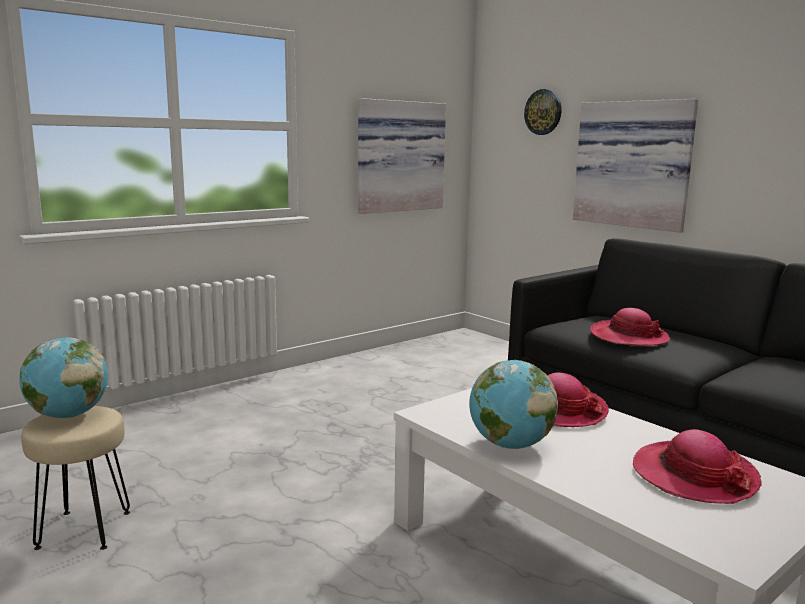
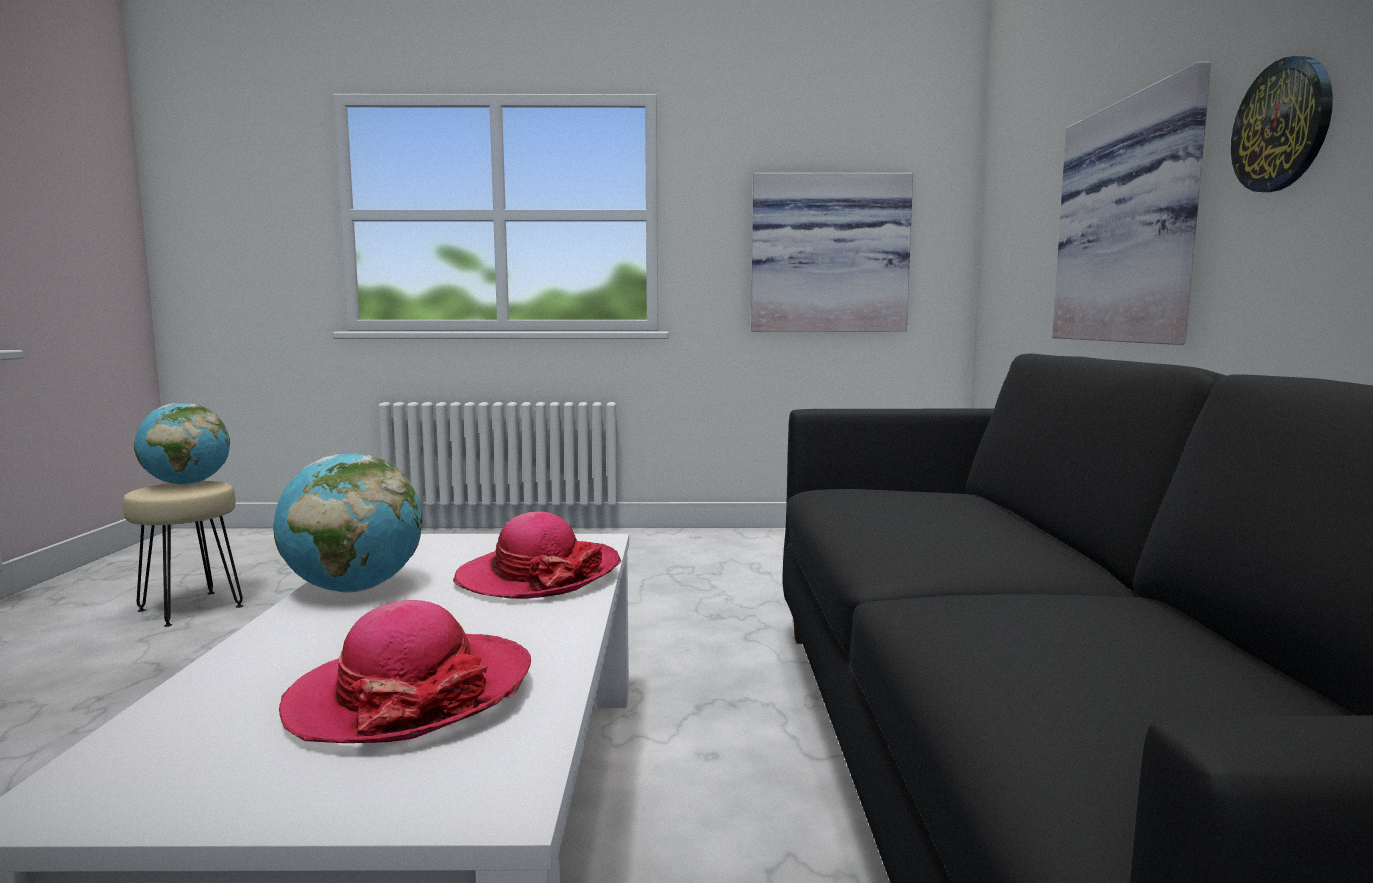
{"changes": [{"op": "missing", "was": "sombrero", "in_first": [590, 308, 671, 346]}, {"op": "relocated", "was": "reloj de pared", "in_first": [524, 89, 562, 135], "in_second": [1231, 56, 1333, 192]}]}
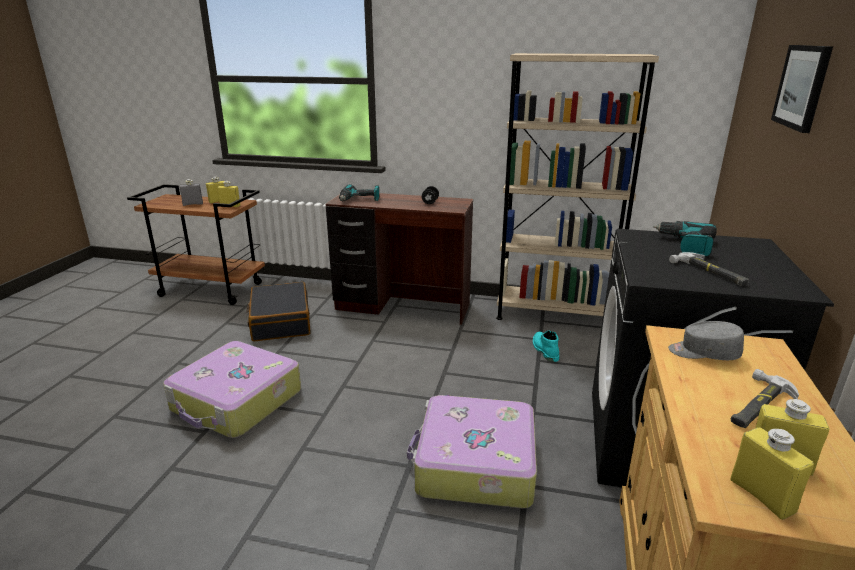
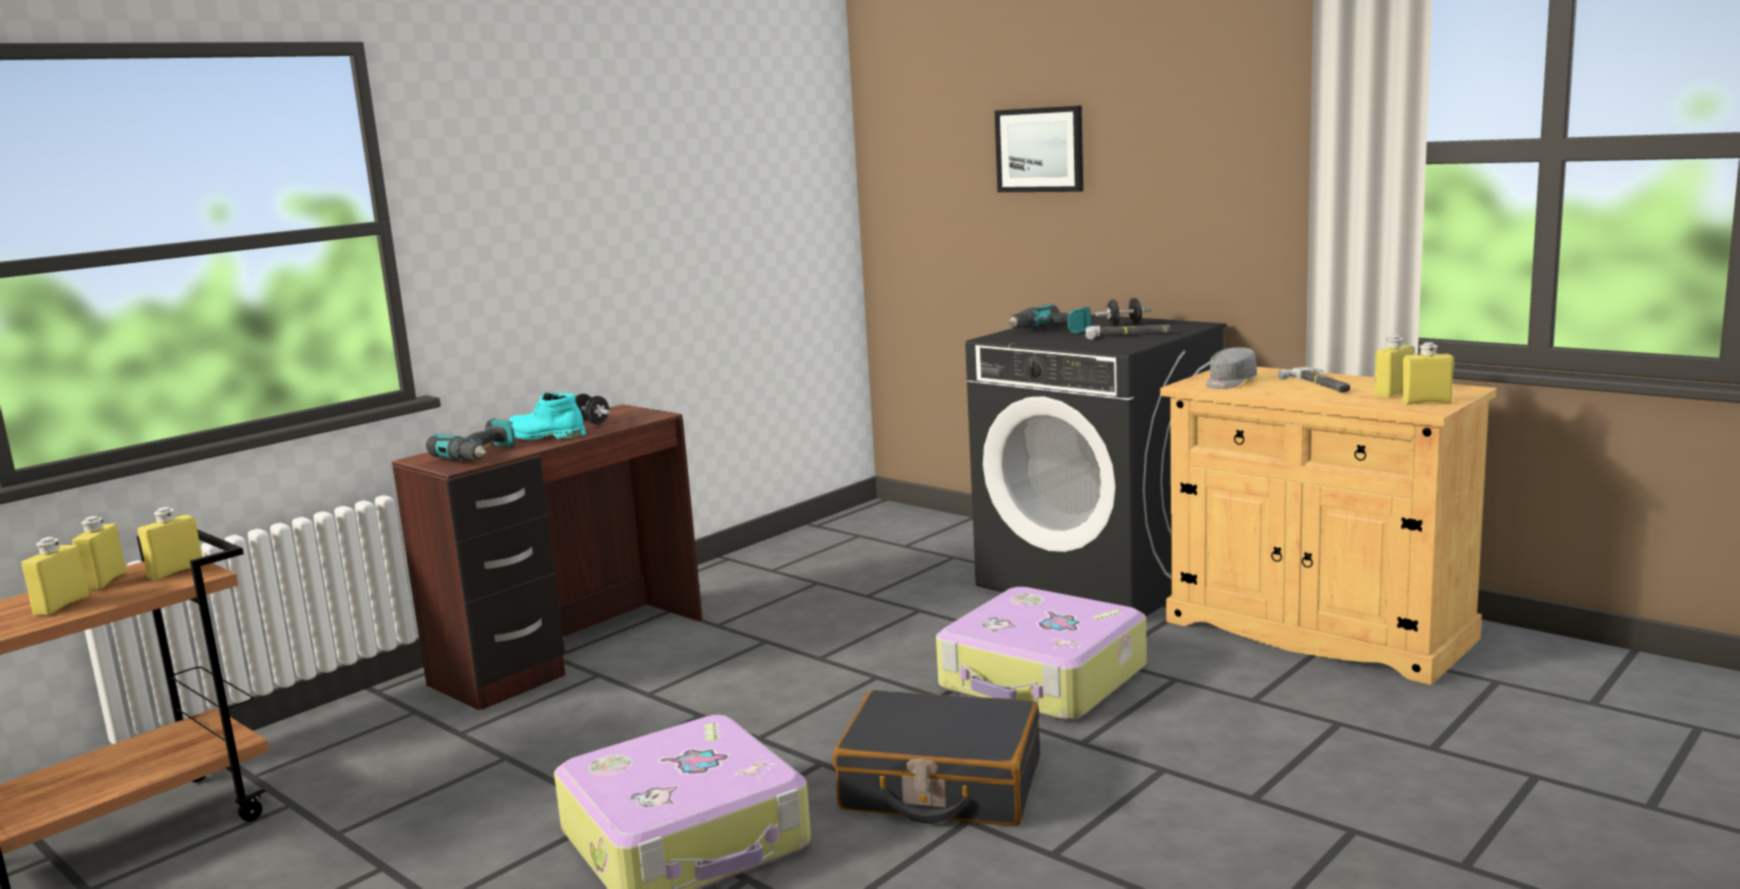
{"changes": [{"op": "missing", "was": "estantería [beis]", "in_first": [496, 53, 659, 320]}, {"op": "appeared", "now": "mancuerna [negro]", "in_second": [1096, 298, 1152, 326]}, {"op": "relocated", "was": "maleta [negro]", "in_first": [246, 282, 311, 342], "in_second": [833, 690, 1040, 826]}, {"op": "relocated", "was": "bota [turquesa]", "in_first": [533, 331, 559, 362], "in_second": [508, 393, 586, 440]}, {"op": "colour", "was": "botella [gris]", "now": "botella [amarillo]", "in_first": [179, 179, 203, 206], "in_second": [21, 537, 89, 616]}]}
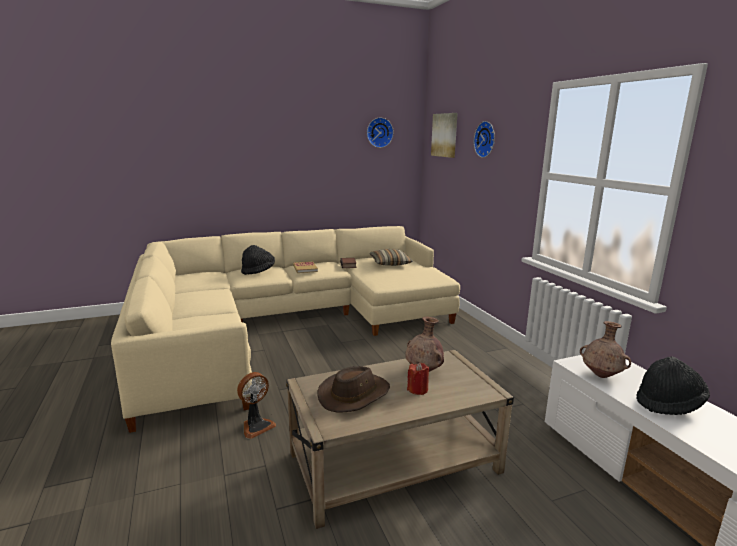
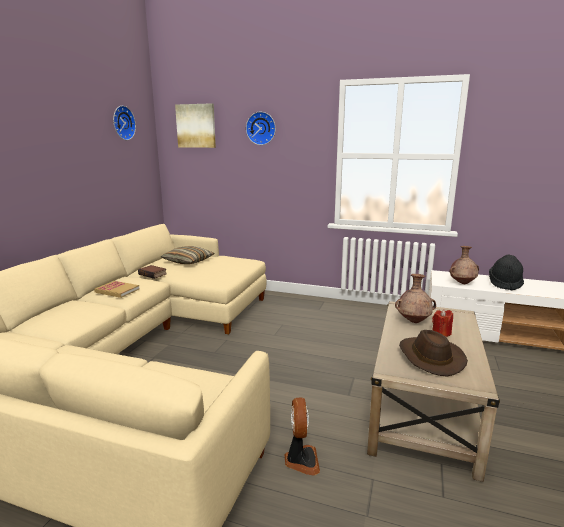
{"changes": [{"op": "missing", "was": "sombrero [negro]", "in_first": [241, 245, 275, 275]}]}
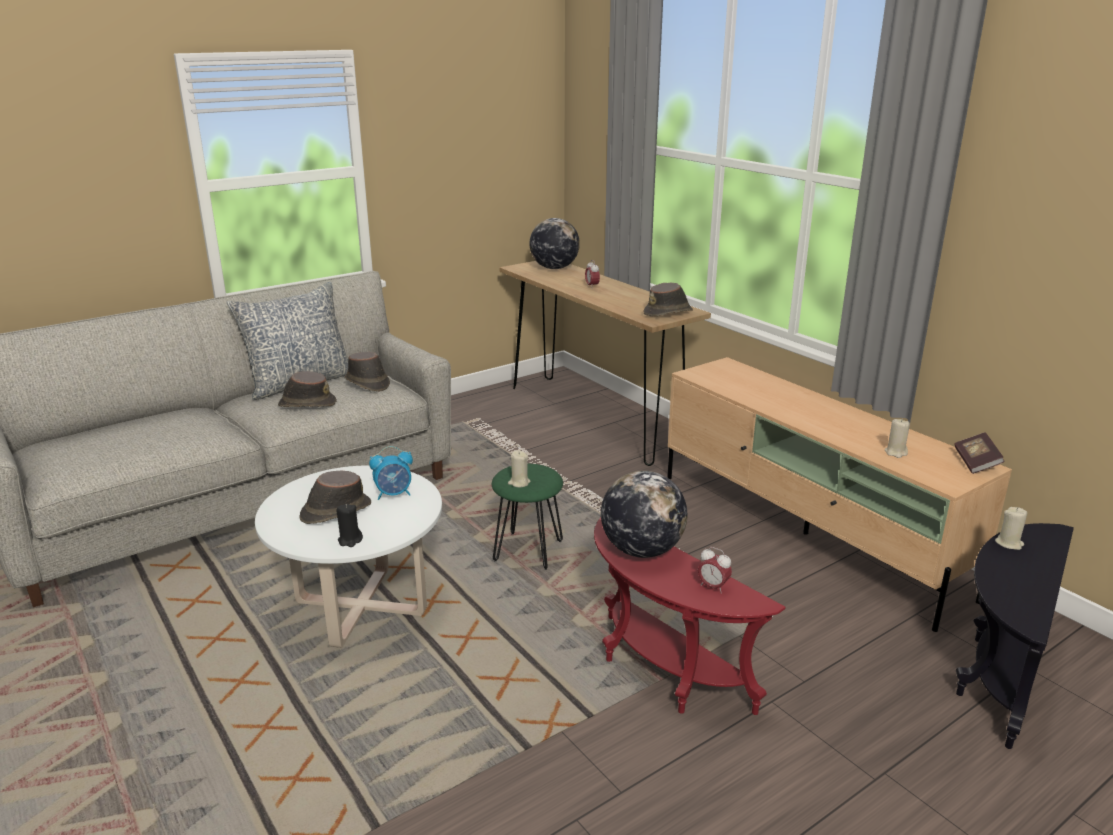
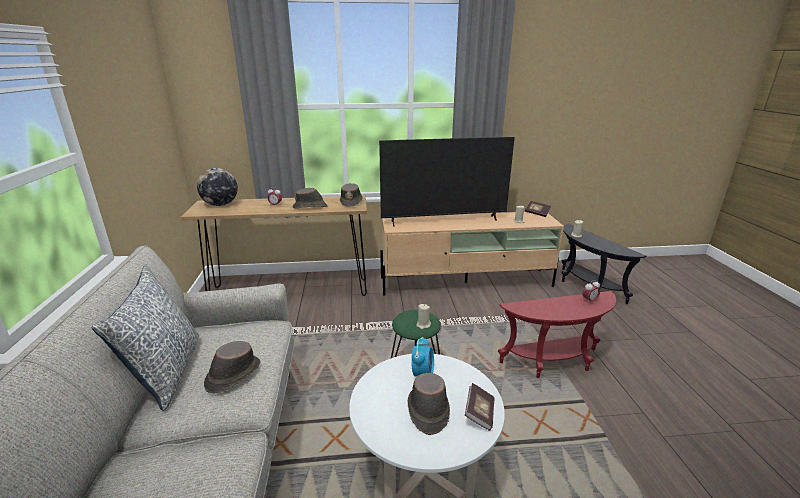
{"changes": [{"op": "missing", "was": "globo terráqueo", "in_first": [601, 471, 687, 558]}, {"op": "appeared", "now": "televisor", "in_second": [379, 137, 515, 227]}, {"op": "relocated", "was": "sombrero [marrón]", "in_first": [344, 352, 390, 392], "in_second": [292, 188, 328, 209]}, {"op": "exchanged", "was": "vela [negro]", "now": "libro", "in_first": [336, 504, 363, 547], "in_second": [465, 383, 495, 431]}]}
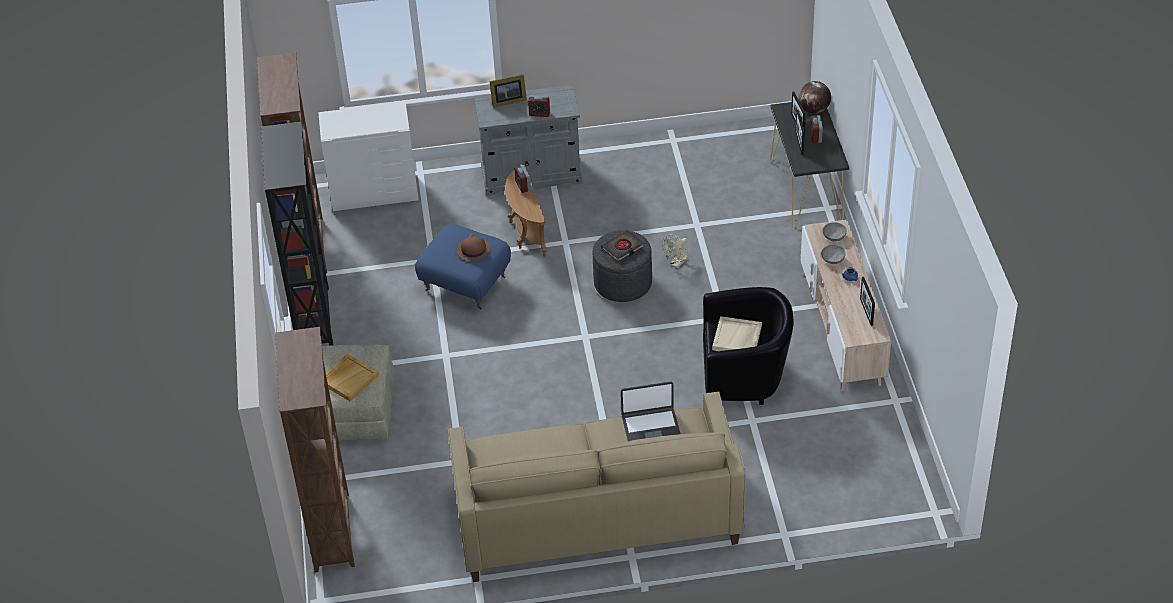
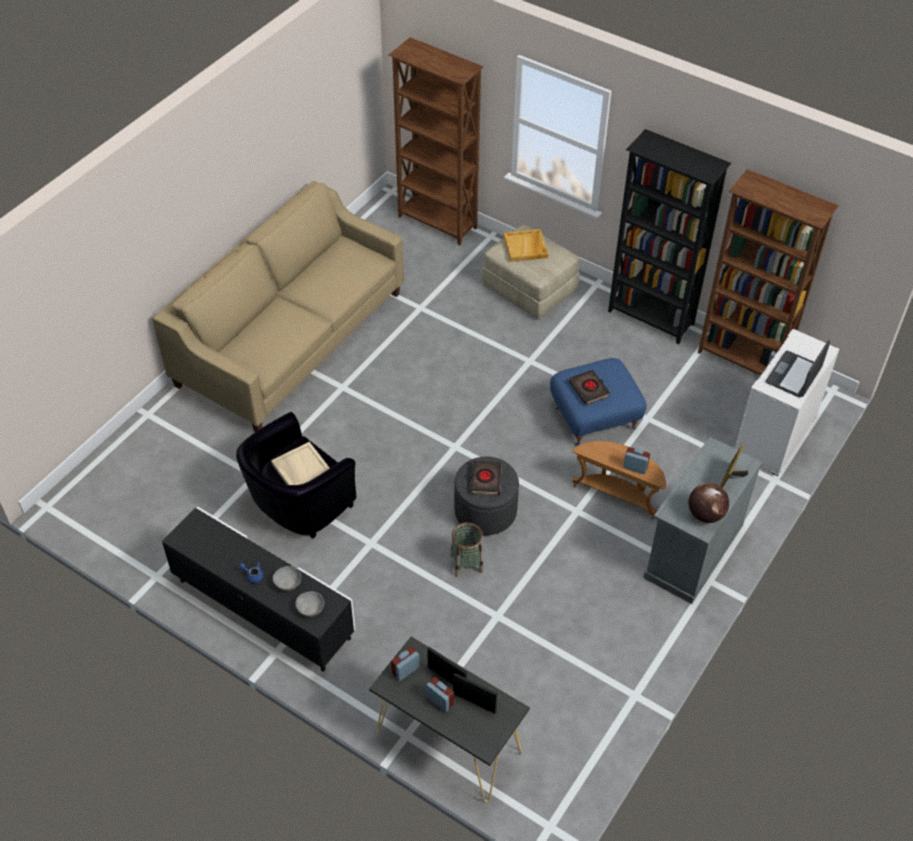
{"changes": [{"op": "missing", "was": "portarretratos", "in_first": [860, 277, 875, 326]}, {"op": "relocated", "was": "despertador", "in_first": [528, 95, 550, 117], "in_second": [391, 646, 420, 681]}, {"op": "relocated", "was": "portátil", "in_first": [621, 382, 681, 441], "in_second": [766, 340, 830, 397]}, {"op": "relocated", "was": "globo terráqueo", "in_first": [799, 81, 831, 114], "in_second": [688, 483, 729, 523]}, {"op": "exchanged", "was": "sombrero [marrón]", "now": "libro [negro]", "in_first": [456, 234, 491, 261], "in_second": [569, 370, 610, 405]}, {"op": "exchanged", "was": "ventilador [beis]", "now": "cesta", "in_first": [662, 235, 688, 268], "in_second": [450, 522, 483, 577]}, {"op": "colour", "was": "mueble de televisión [beis]", "now": "mueble de televisión [negro]", "in_first": [801, 220, 891, 391], "in_second": [162, 507, 355, 672]}]}
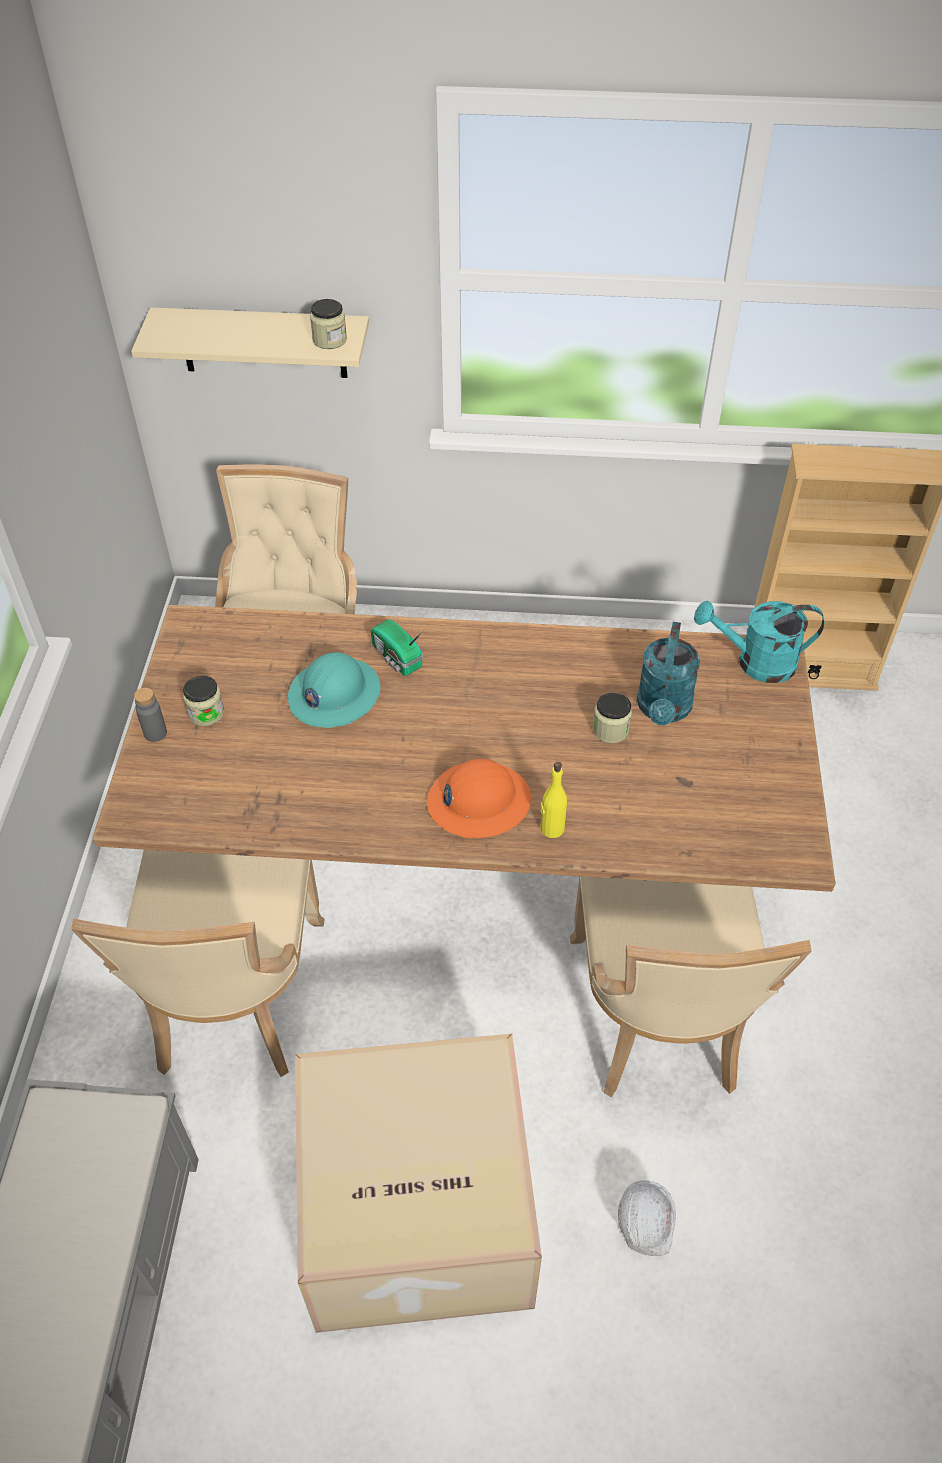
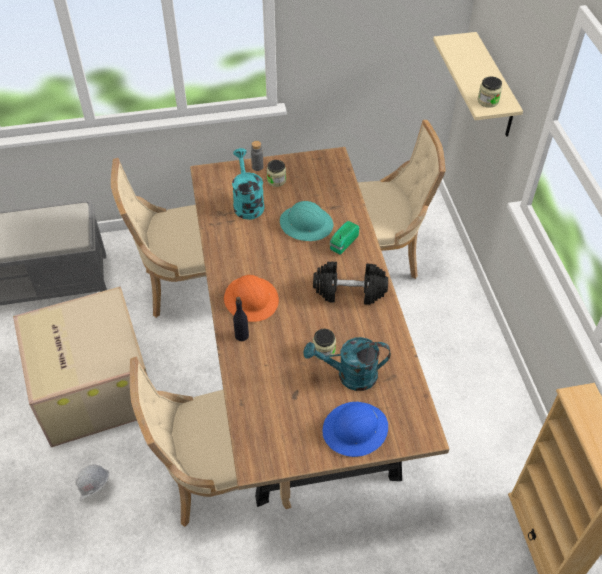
{"changes": [{"op": "appeared", "now": "mancuerna [negro]", "in_second": [313, 262, 388, 305]}, {"op": "appeared", "now": "casco [azul]", "in_second": [322, 402, 388, 457]}, {"op": "relocated", "was": "regadera [turquesa]", "in_first": [694, 601, 824, 683], "in_second": [232, 148, 264, 220]}, {"op": "colour", "was": "botella [amarillo]", "now": "botella [negro]", "in_first": [540, 762, 567, 838], "in_second": [233, 297, 249, 341]}]}
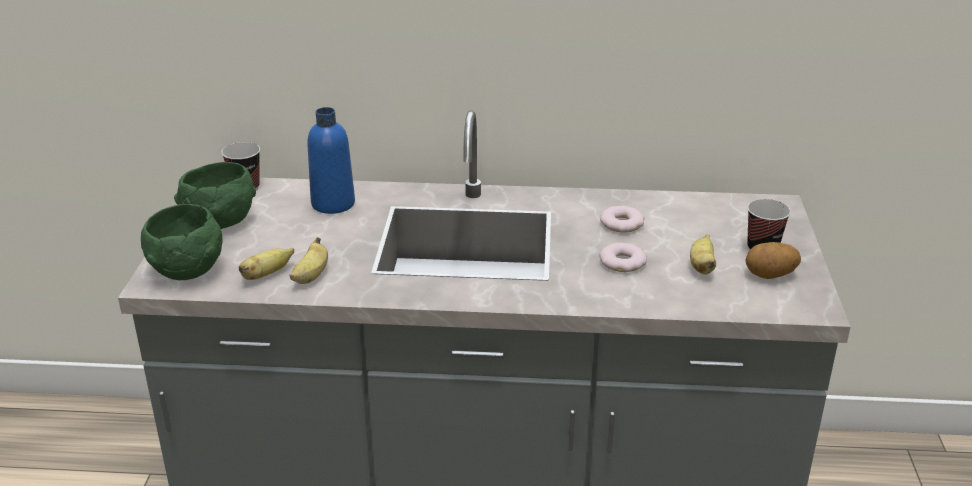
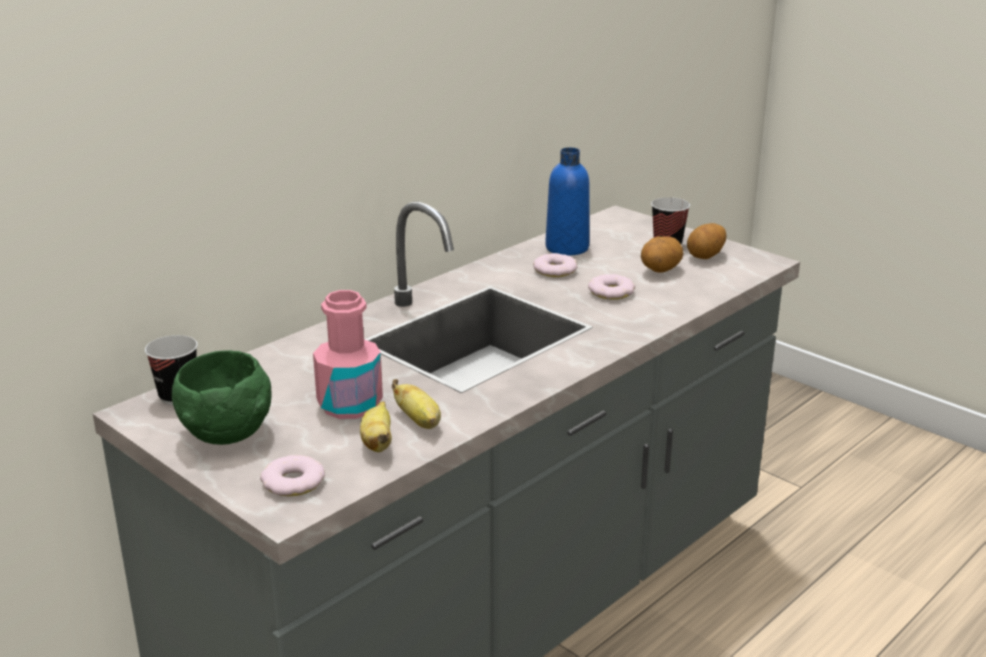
{"changes": [{"op": "appeared", "now": "botella [rosa]", "in_second": [313, 290, 383, 419]}, {"op": "relocated", "was": "botella [azul]", "in_first": [307, 107, 355, 214], "in_second": [545, 147, 590, 256]}, {"op": "exchanged", "was": "cuenco [verde]", "now": "rosquilla", "in_first": [141, 204, 222, 280], "in_second": [260, 455, 325, 496]}, {"op": "exchanged", "was": "plátano", "now": "patata", "in_first": [690, 235, 716, 275], "in_second": [641, 236, 683, 273]}]}
